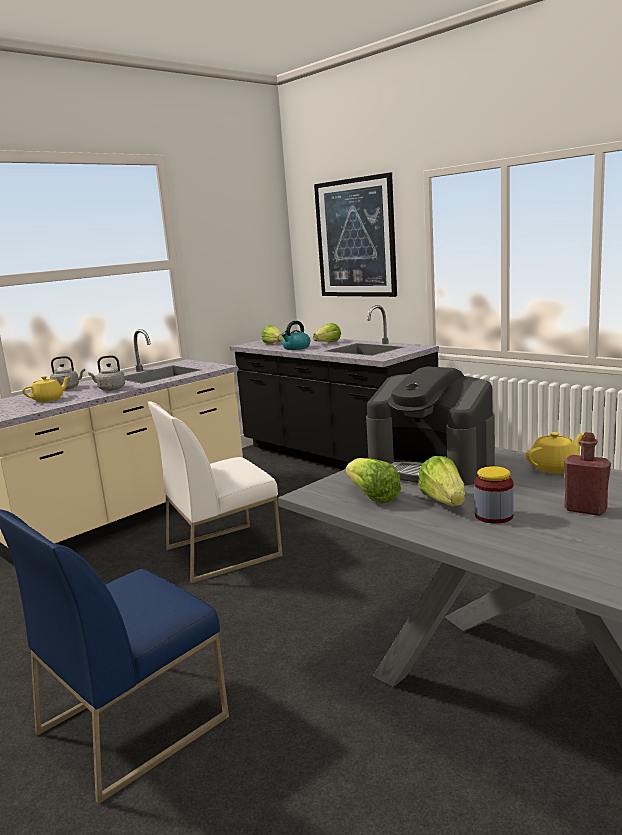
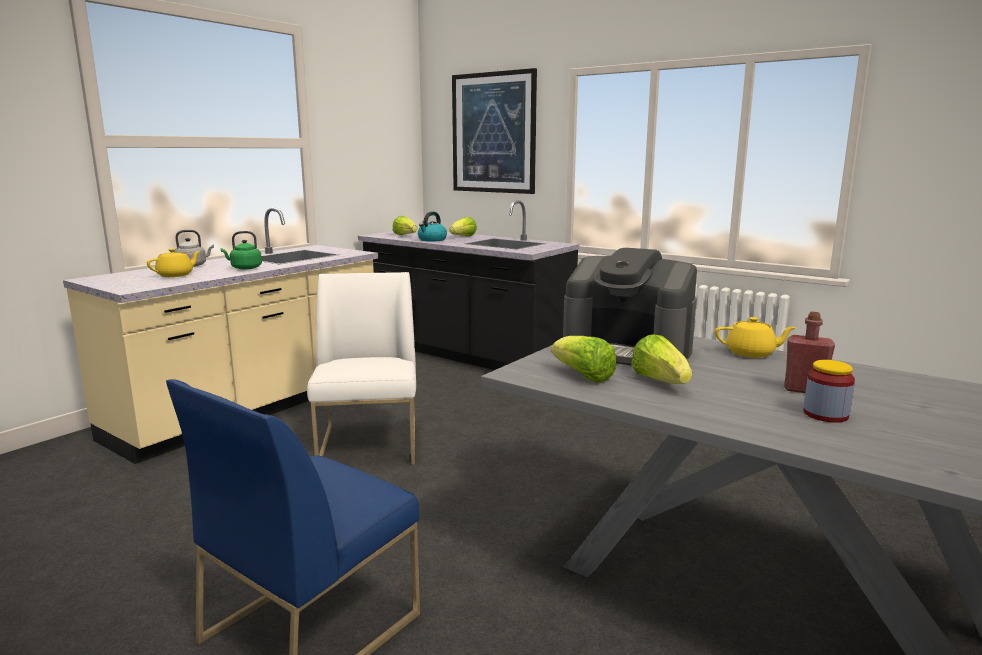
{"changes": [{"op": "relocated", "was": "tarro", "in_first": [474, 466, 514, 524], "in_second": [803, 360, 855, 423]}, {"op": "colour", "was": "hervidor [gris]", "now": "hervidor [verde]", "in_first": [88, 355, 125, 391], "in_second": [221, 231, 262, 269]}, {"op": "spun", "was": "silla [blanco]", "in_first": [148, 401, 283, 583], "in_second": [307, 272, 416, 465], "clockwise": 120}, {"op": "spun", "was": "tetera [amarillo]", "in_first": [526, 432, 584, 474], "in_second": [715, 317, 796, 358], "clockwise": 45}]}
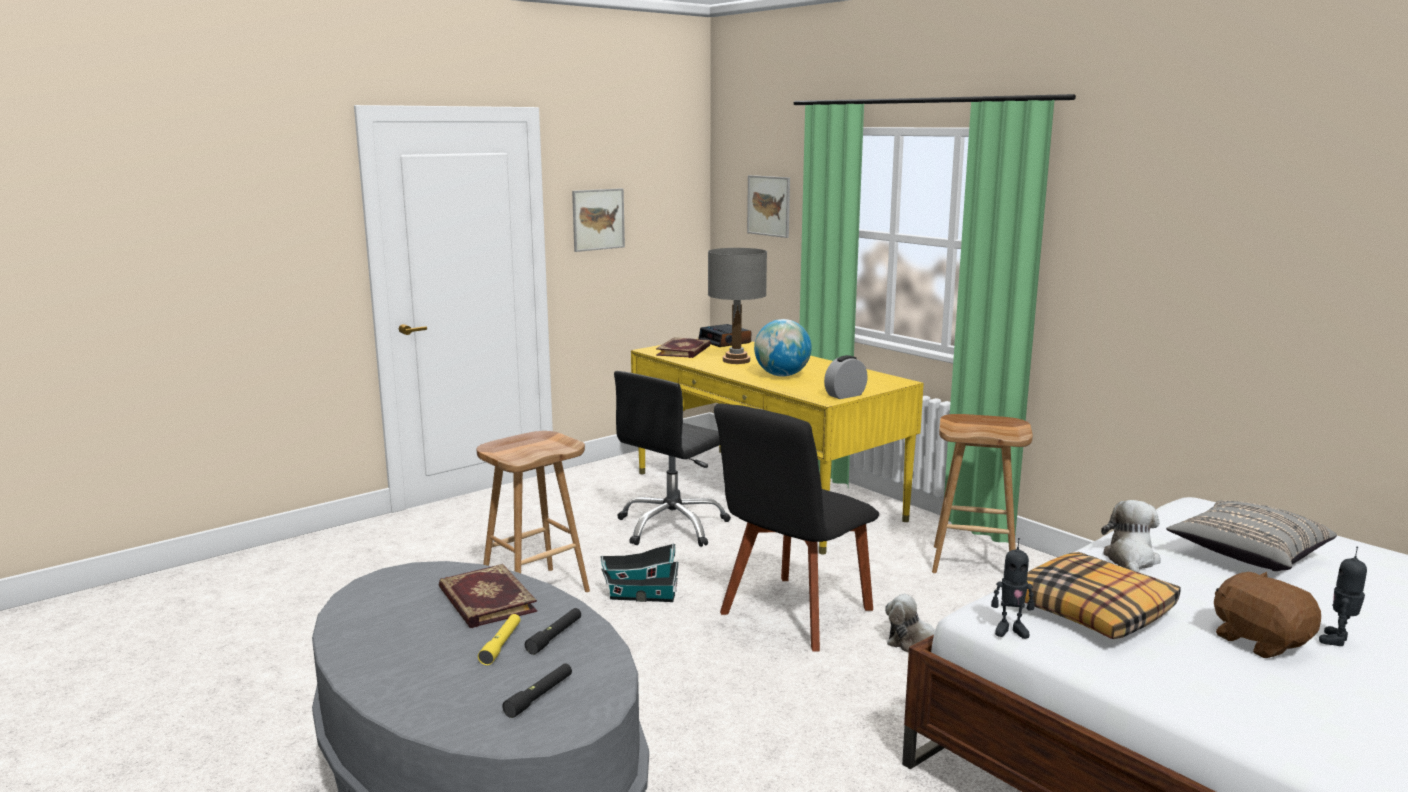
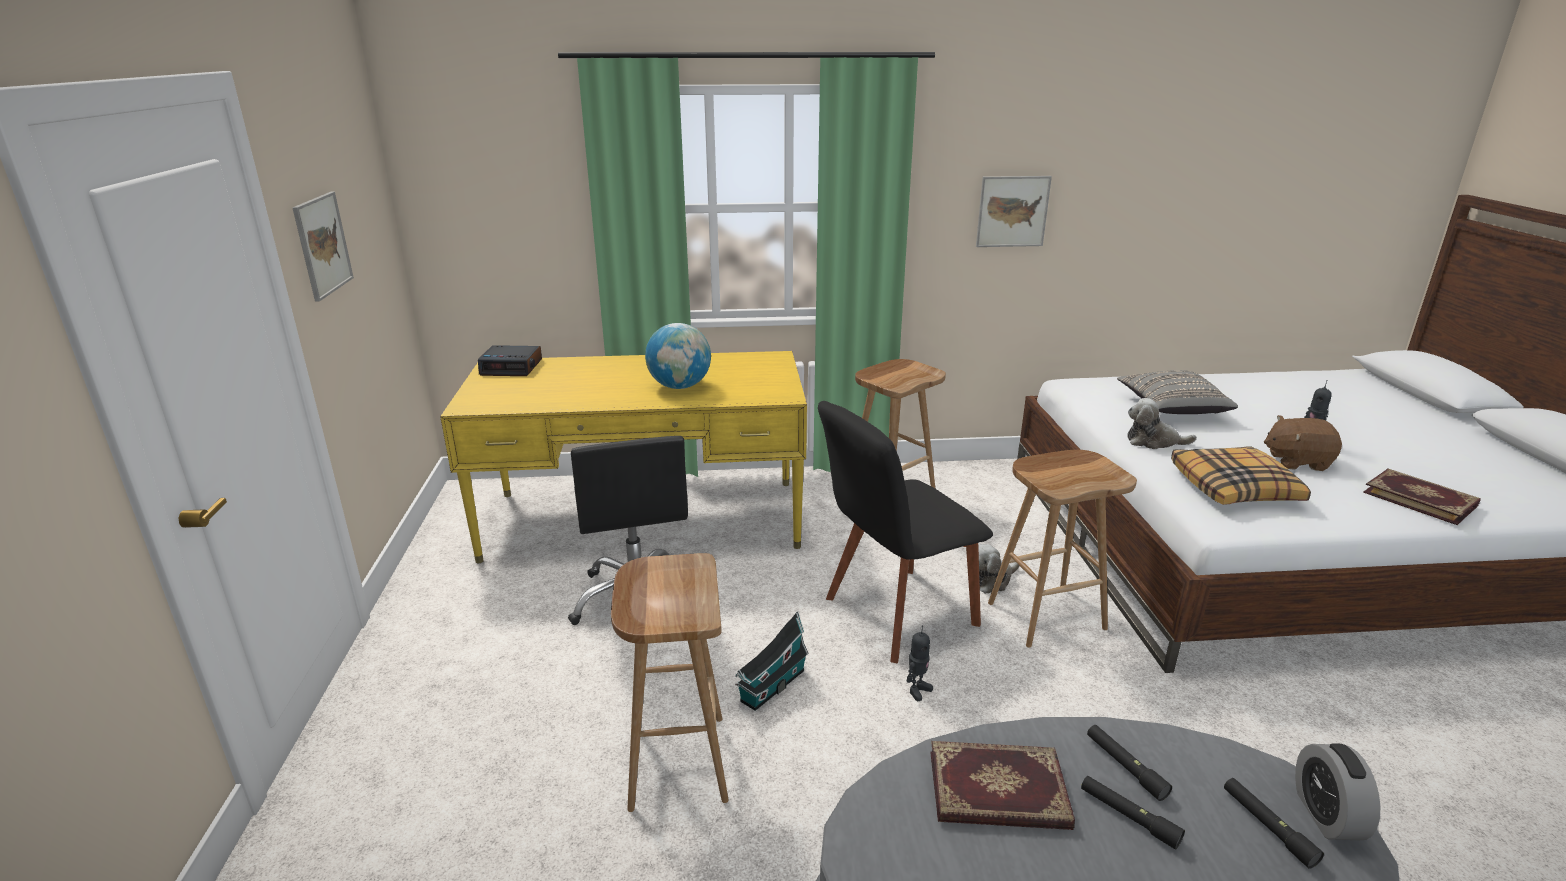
{"changes": [{"op": "missing", "was": "lámpara de mesa [gris]", "in_first": [708, 248, 767, 364]}, {"op": "appeared", "now": "taburete [marrón]", "in_second": [988, 450, 1137, 648]}, {"op": "relocated", "was": "libro", "in_first": [656, 337, 711, 358], "in_second": [1363, 469, 1481, 525]}, {"op": "relocated", "was": "cuadro", "in_first": [747, 175, 790, 238], "in_second": [976, 176, 1052, 247]}, {"op": "relocated", "was": "despertador", "in_first": [824, 355, 868, 399], "in_second": [1295, 743, 1381, 840]}, {"op": "relocated", "was": "robot de juguete", "in_first": [991, 538, 1035, 639], "in_second": [907, 626, 933, 701]}, {"op": "colour", "was": "linterna [amarillo]", "now": "linterna [negro]", "in_first": [478, 614, 520, 665], "in_second": [1081, 776, 1185, 850]}, {"op": "spun", "was": "silla [negro]", "in_first": [714, 403, 879, 651], "in_second": [818, 401, 993, 664], "clockwise": 75}, {"op": "spun", "was": "peluche", "in_first": [1101, 500, 1161, 572], "in_second": [1127, 398, 1197, 449], "clockwise": -45}]}
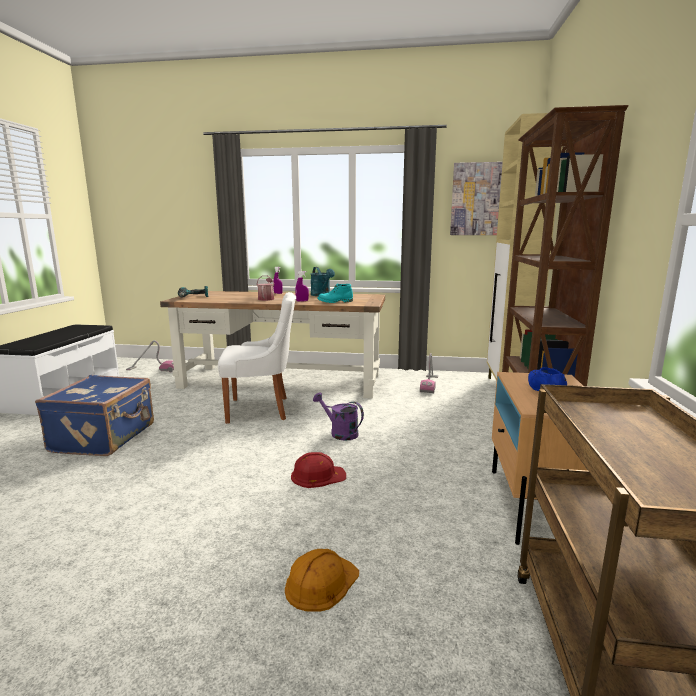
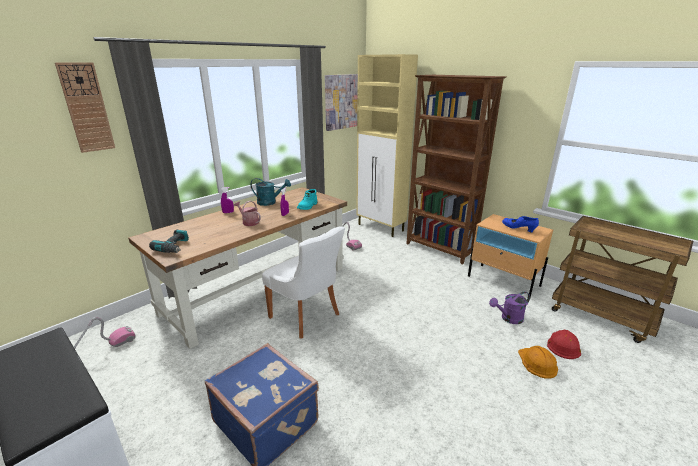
{"changes": [{"op": "appeared", "now": "reloj de pared", "in_second": [55, 62, 115, 153]}, {"op": "relocated", "was": "casco [rojo]", "in_first": [291, 452, 346, 488], "in_second": [547, 330, 581, 359]}, {"op": "relocated", "was": "regadera [morado]", "in_first": [313, 392, 364, 441], "in_second": [489, 291, 530, 324]}, {"op": "spun", "was": "silla [blanco]", "in_first": [218, 292, 296, 424], "in_second": [262, 226, 345, 338], "clockwise": 105}]}
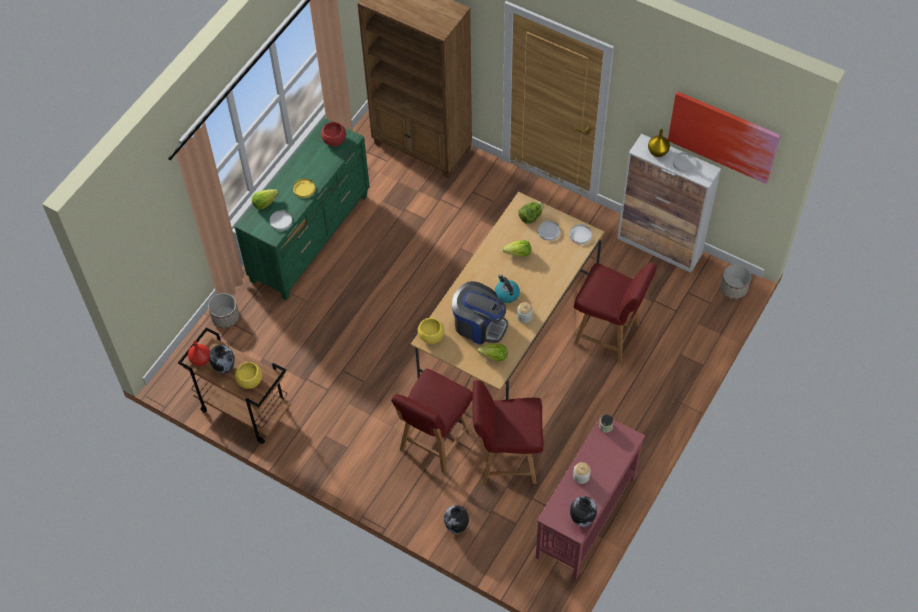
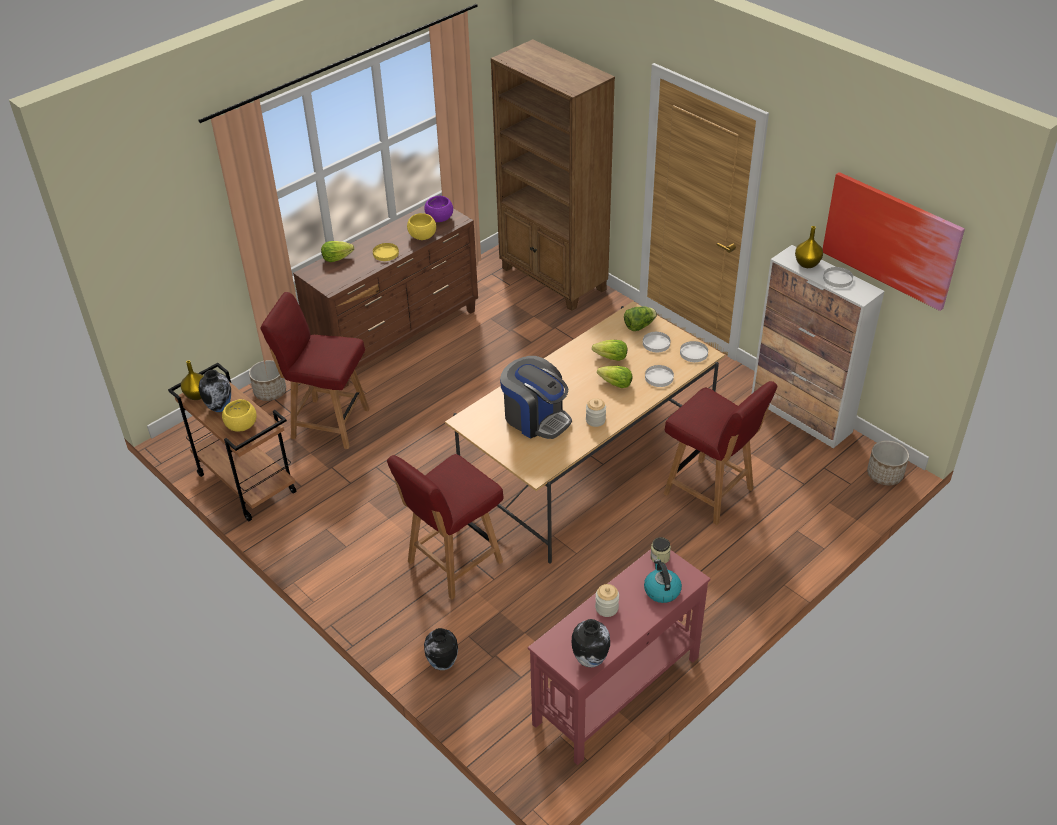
{"changes": [{"op": "relocated", "was": "plato [blanco]", "in_first": [270, 210, 292, 231], "in_second": [645, 365, 674, 387]}, {"op": "relocated", "was": "cuenco [amarillo]", "in_first": [418, 318, 444, 344], "in_second": [407, 213, 436, 240]}, {"op": "relocated", "was": "silla [rojo]", "in_first": [472, 380, 544, 484], "in_second": [261, 292, 370, 449]}, {"op": "relocated", "was": "lechuga", "in_first": [478, 344, 508, 361], "in_second": [597, 366, 632, 388]}, {"op": "relocated", "was": "hervidor", "in_first": [495, 275, 520, 303], "in_second": [644, 559, 682, 603]}, {"op": "colour", "was": "florero [rojo]", "now": "florero [amarillo]", "in_first": [188, 341, 210, 366], "in_second": [181, 361, 204, 400]}, {"op": "colour", "was": "cómoda [verde]", "now": "cómoda [marrón]", "in_first": [234, 118, 370, 300], "in_second": [293, 205, 478, 388]}, {"op": "colour", "was": "cuenco [rojo]", "now": "cuenco [morado]", "in_first": [321, 122, 346, 146], "in_second": [424, 196, 453, 222]}]}
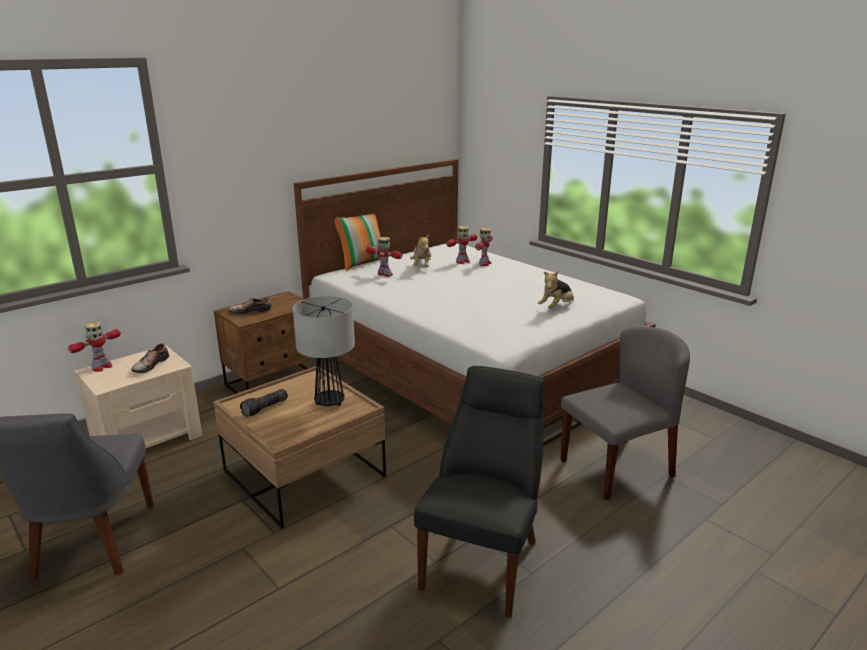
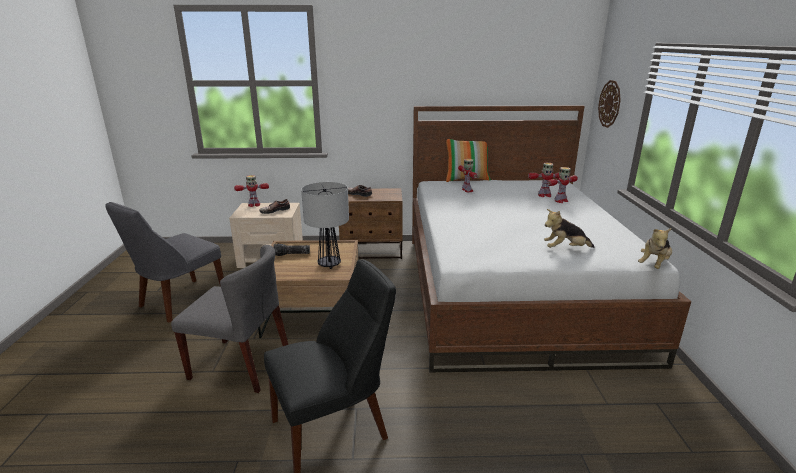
{"changes": [{"op": "appeared", "now": "reloj de pared", "in_second": [598, 80, 621, 128]}, {"op": "relocated", "was": "peluche", "in_first": [410, 235, 431, 267], "in_second": [638, 228, 672, 269]}, {"op": "relocated", "was": "silla [gris]", "in_first": [561, 327, 690, 500], "in_second": [171, 245, 288, 393]}]}
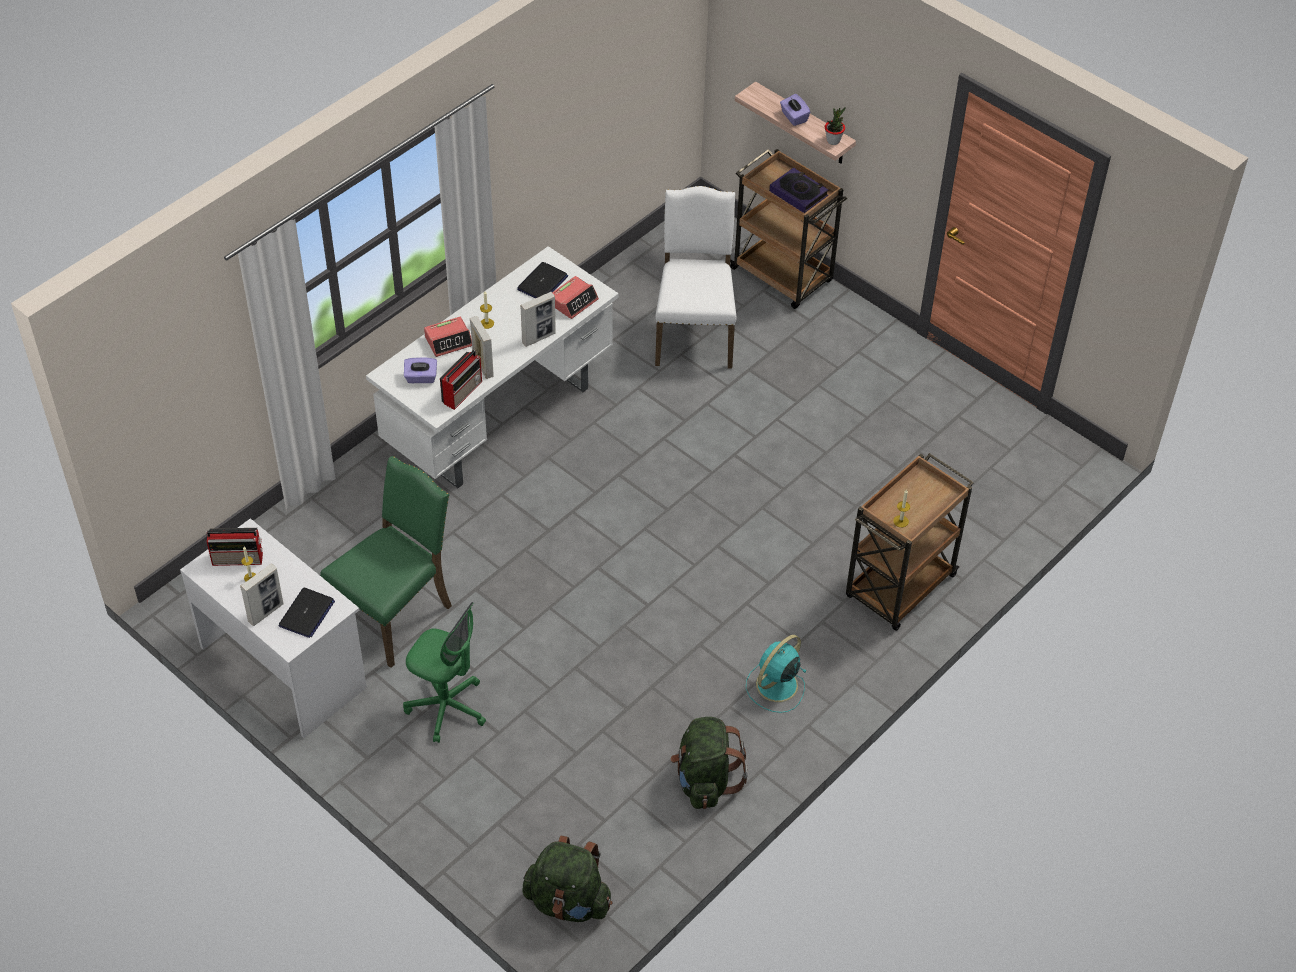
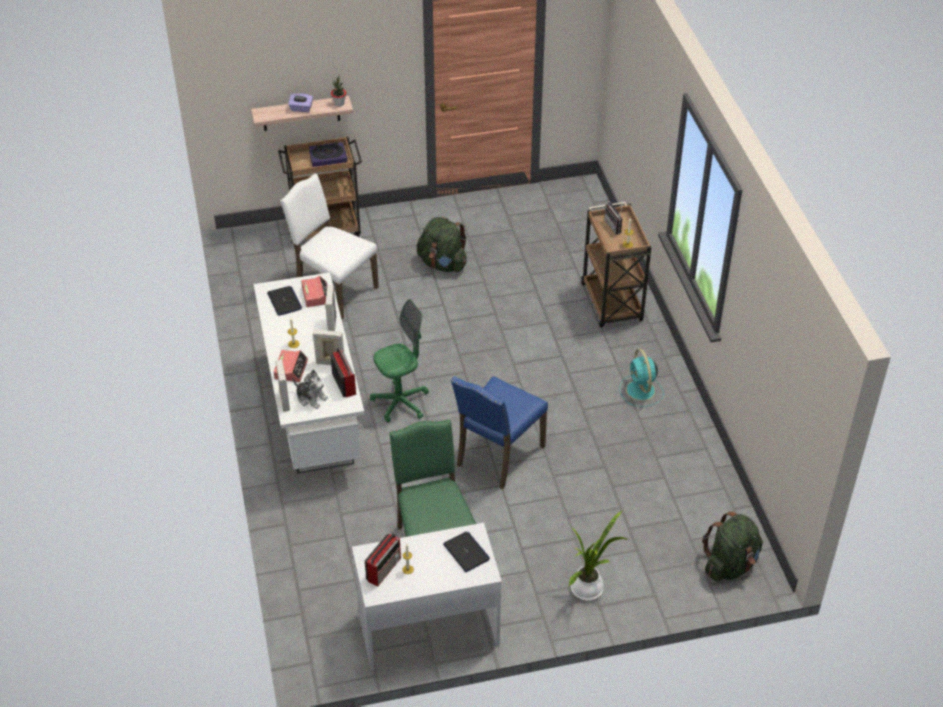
{"changes": [{"op": "appeared", "now": "silla [azul]", "in_second": [451, 376, 548, 489]}, {"op": "appeared", "now": "planta en maceta", "in_second": [569, 510, 627, 601]}, {"op": "appeared", "now": "radio", "in_second": [604, 200, 623, 235]}, {"op": "relocated", "was": "portarretratos", "in_first": [240, 563, 283, 626], "in_second": [275, 360, 290, 412]}, {"op": "relocated", "was": "silla de oficina [verde]", "in_first": [403, 602, 486, 743], "in_second": [370, 299, 429, 423]}, {"op": "relocated", "was": "mochila [verde]", "in_first": [670, 717, 748, 809], "in_second": [417, 217, 467, 272]}, {"op": "exchanged", "was": "caja de pañuelos [morado]", "now": "peluche", "in_first": [404, 357, 437, 383], "in_second": [293, 370, 328, 409]}]}
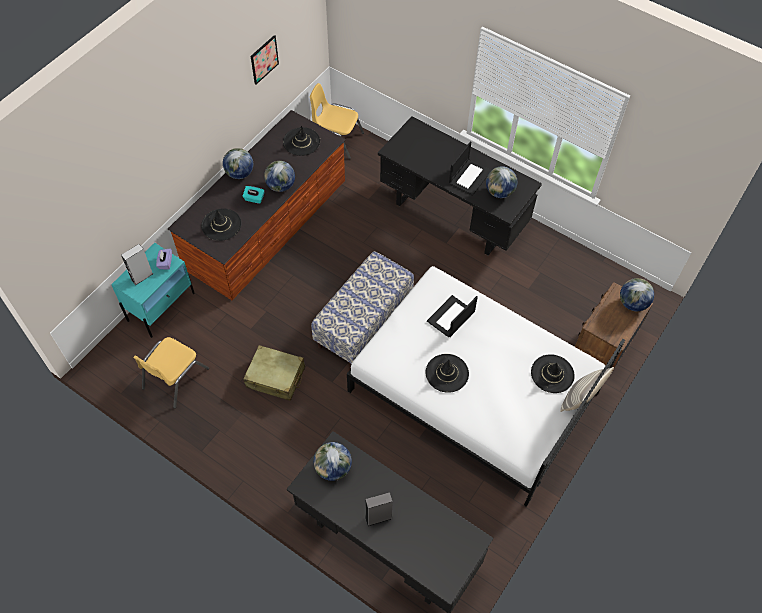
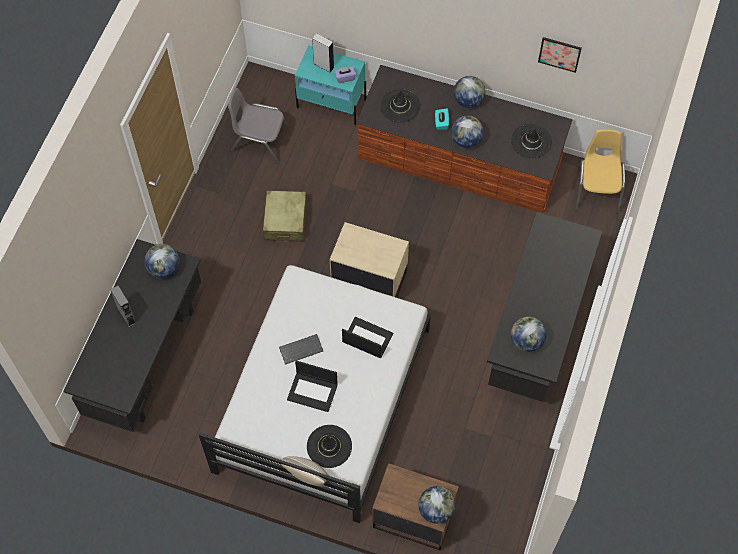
{"changes": [{"op": "relocated", "was": "portátil", "in_first": [449, 142, 491, 196], "in_second": [287, 361, 338, 412]}, {"op": "exchanged", "was": "banco", "now": "mesita de noche [beis]", "in_first": [311, 251, 414, 368], "in_second": [330, 222, 409, 298]}, {"op": "exchanged", "was": "sombrero [negro]", "now": "teclado", "in_first": [426, 354, 469, 393], "in_second": [279, 334, 323, 365]}, {"op": "colour", "was": "silla [amarillo]", "now": "silla [gris]", "in_first": [133, 337, 209, 408], "in_second": [228, 88, 291, 164]}]}
